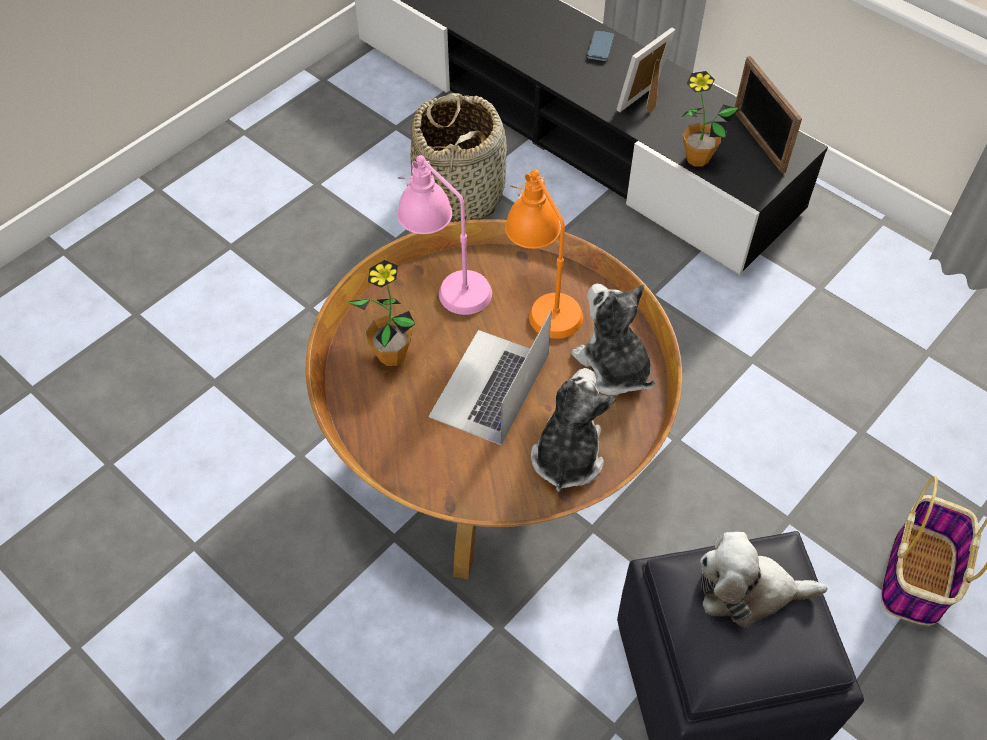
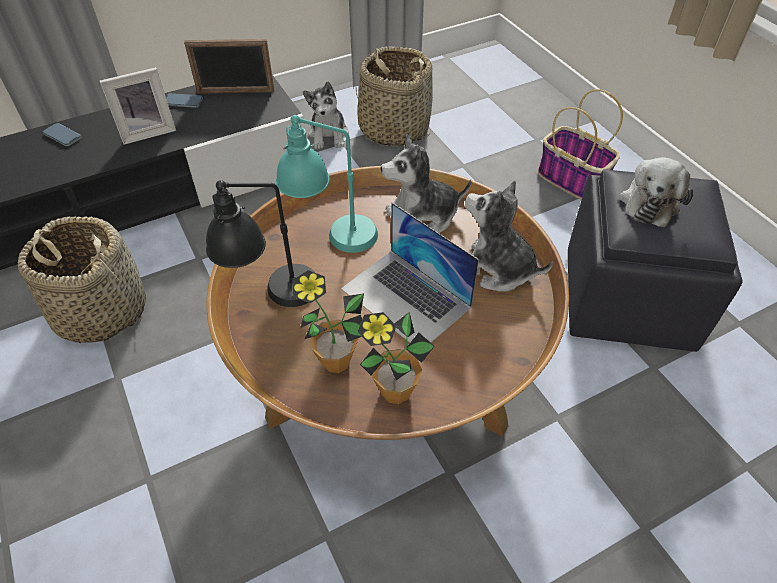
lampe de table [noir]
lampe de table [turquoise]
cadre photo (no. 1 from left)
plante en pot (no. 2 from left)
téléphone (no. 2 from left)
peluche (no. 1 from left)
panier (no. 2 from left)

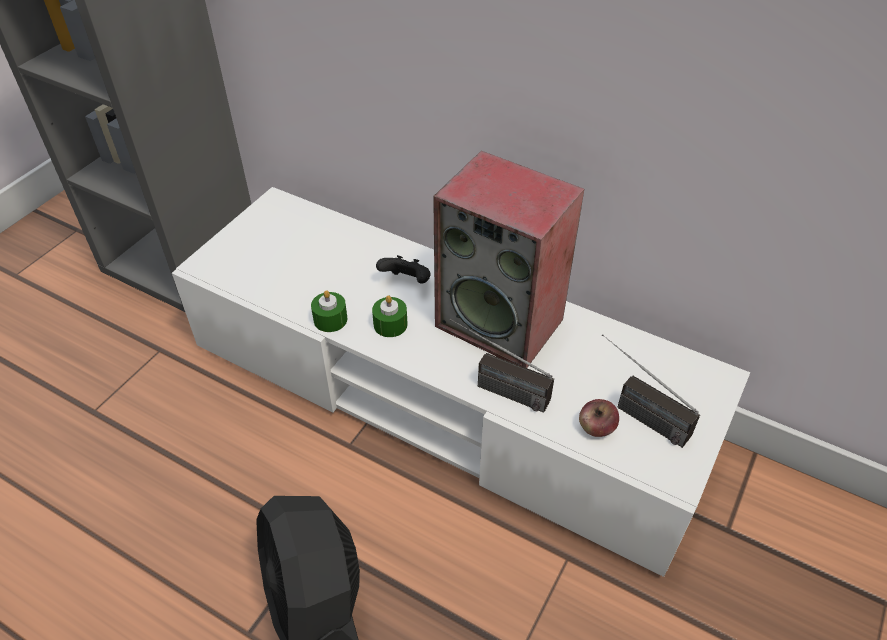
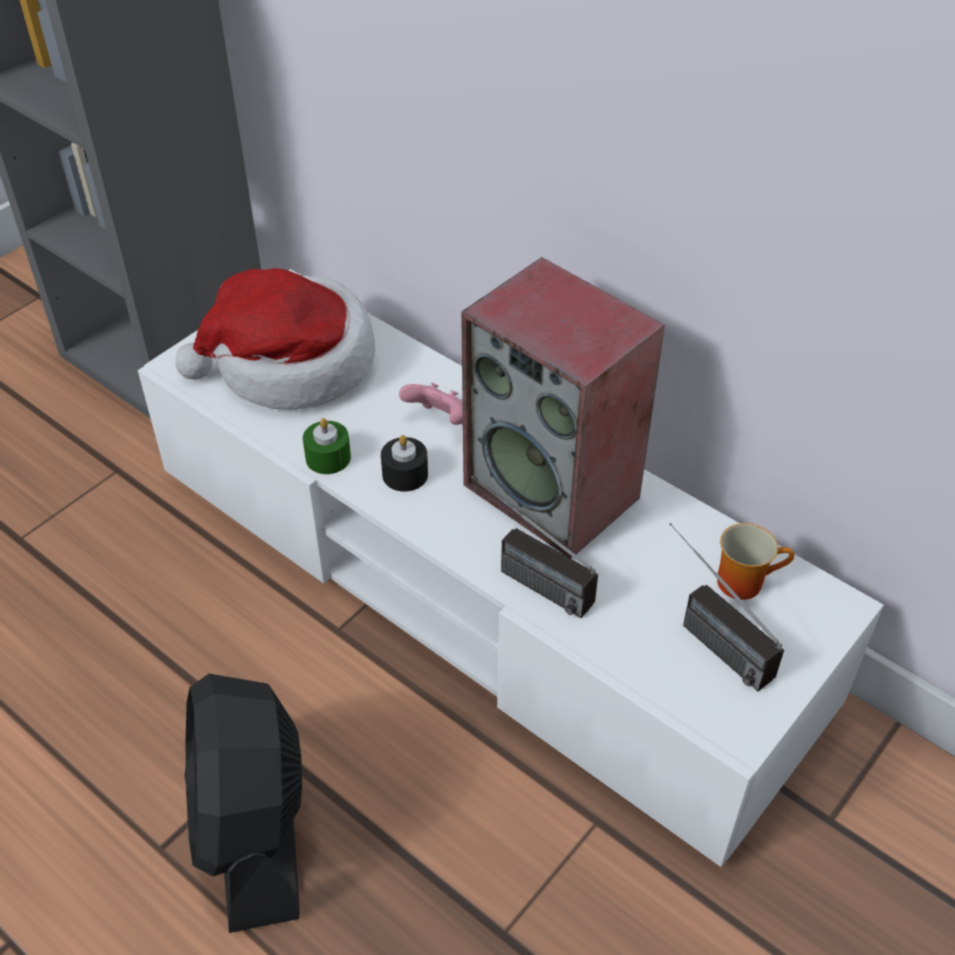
bougie [noir]
manette [rose]
pomme
chapeau
mug

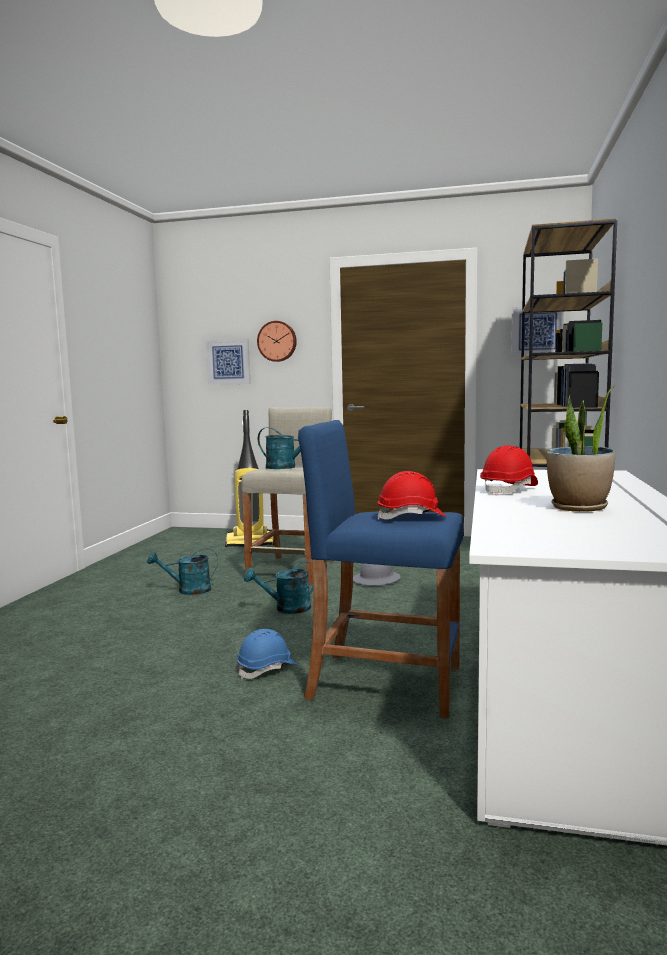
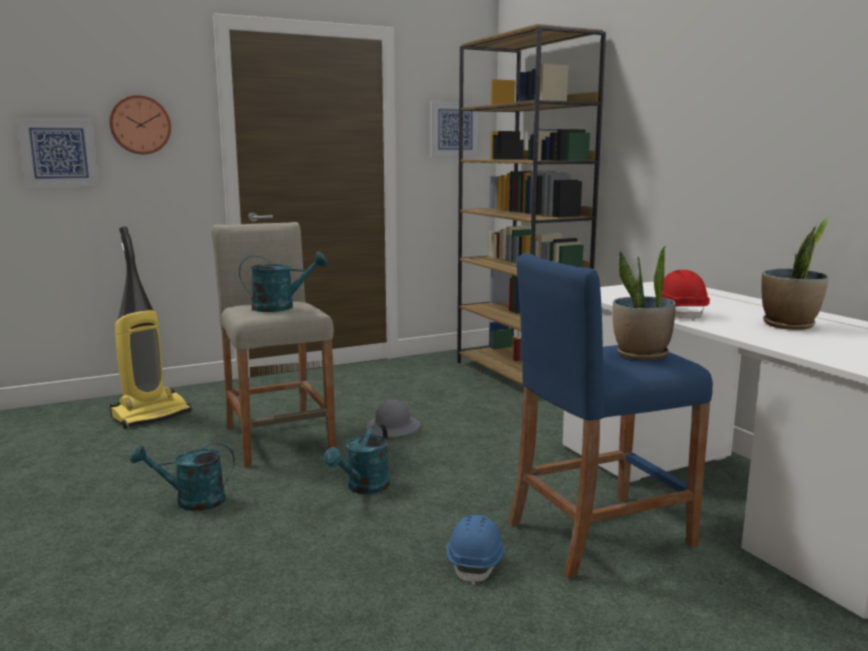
arrosoir [turquoise] (no. 1 from left)
plante en pot (no. 1 from left)

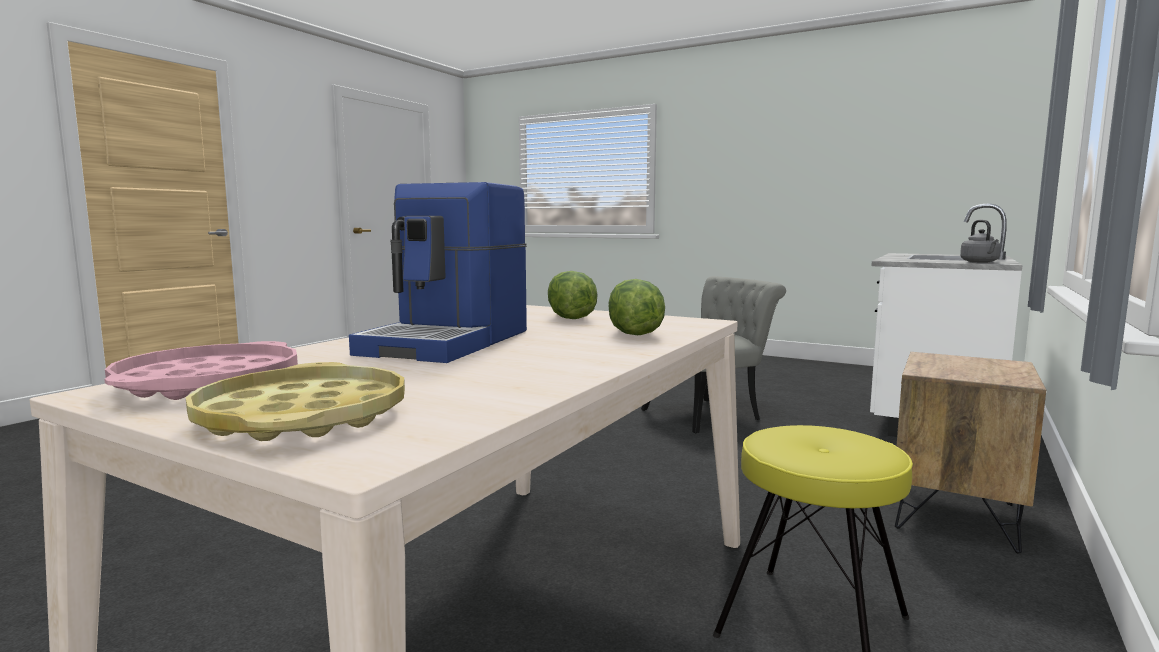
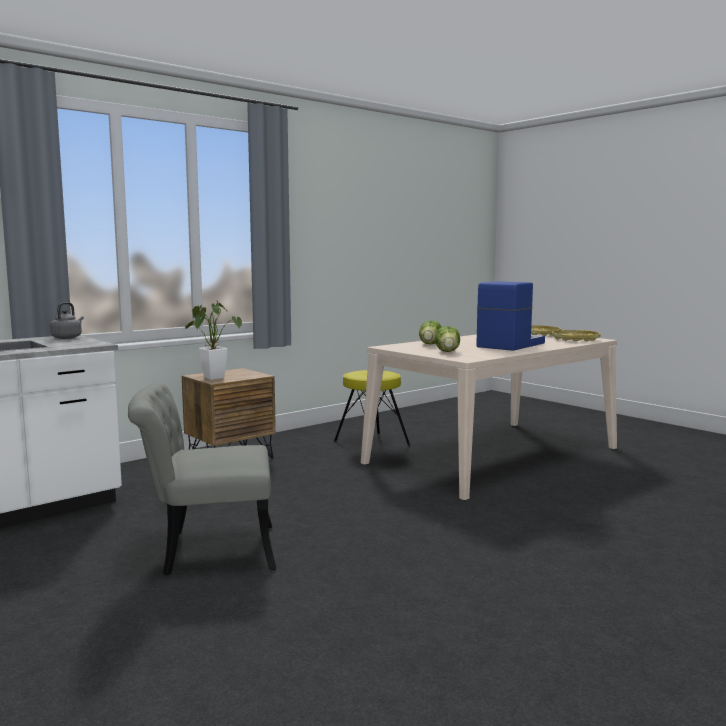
plateau [jaune] (no. 2 from left)
plante en pot

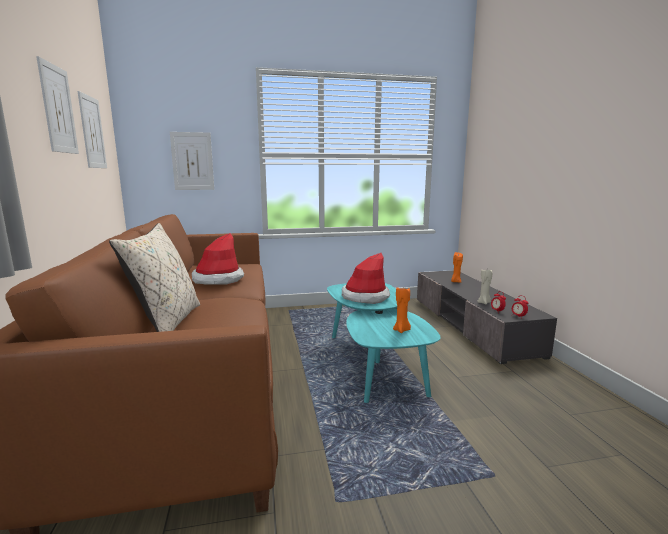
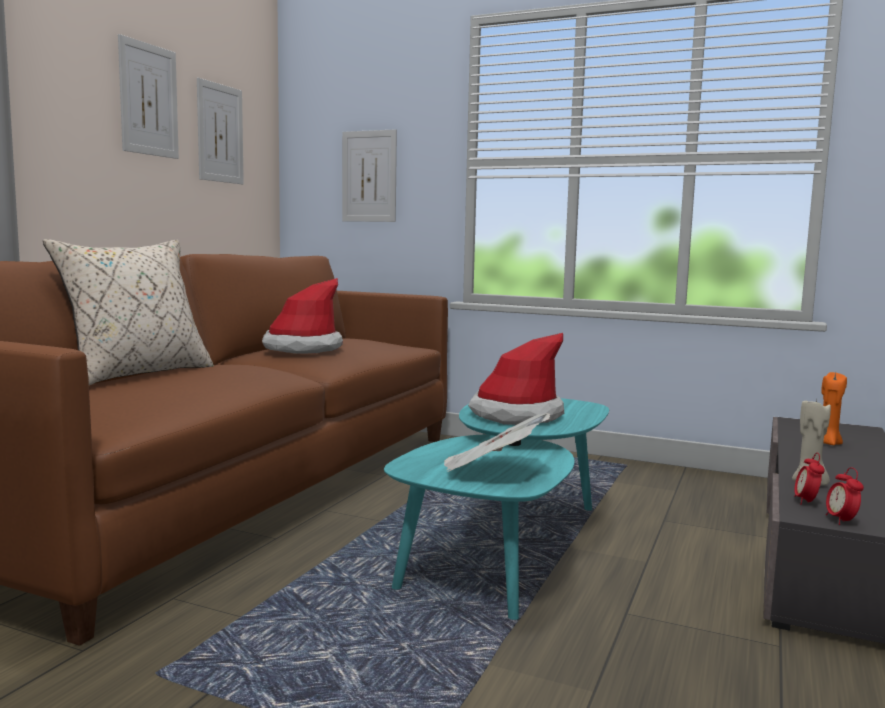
journal

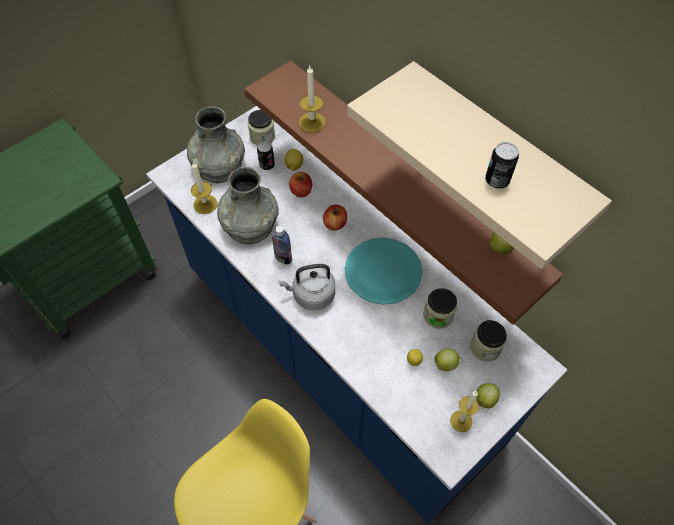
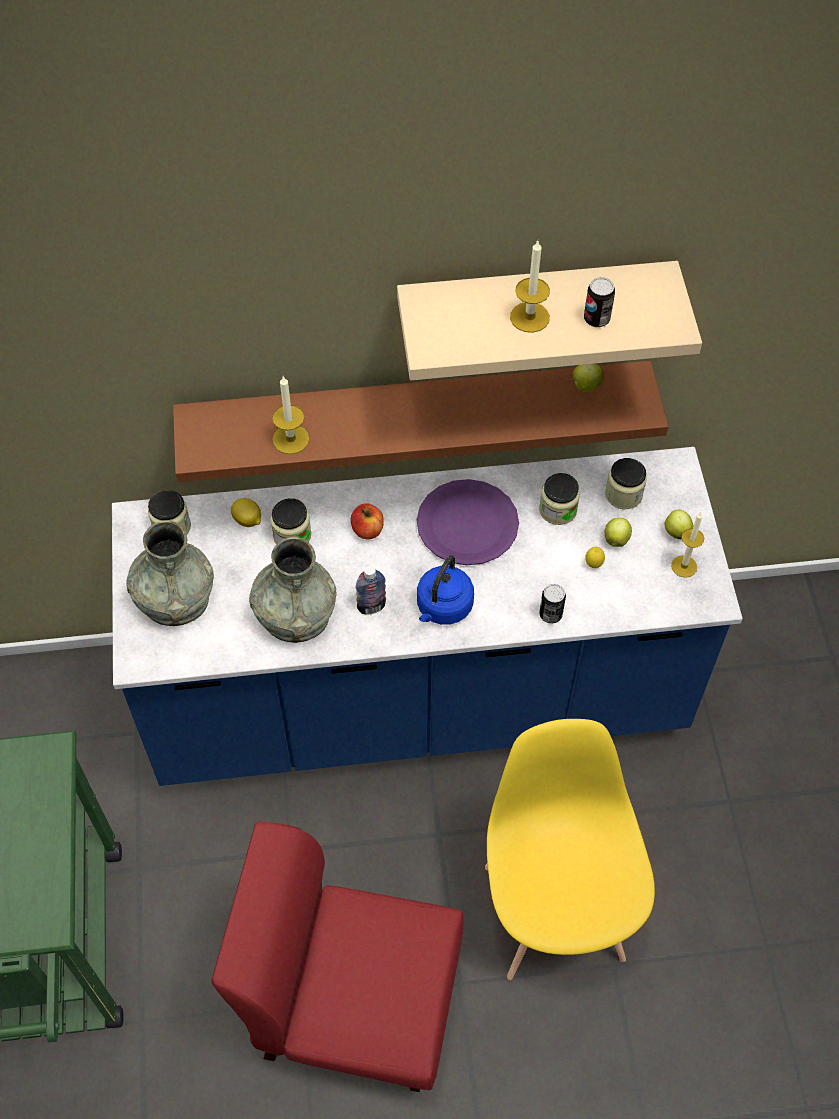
bougie (no. 2 from left)
boîte métallique (no. 1 from left)
bouilloire [bleu]
bocal (no. 2 from left)
assiette [violet]
chaise [rouge]

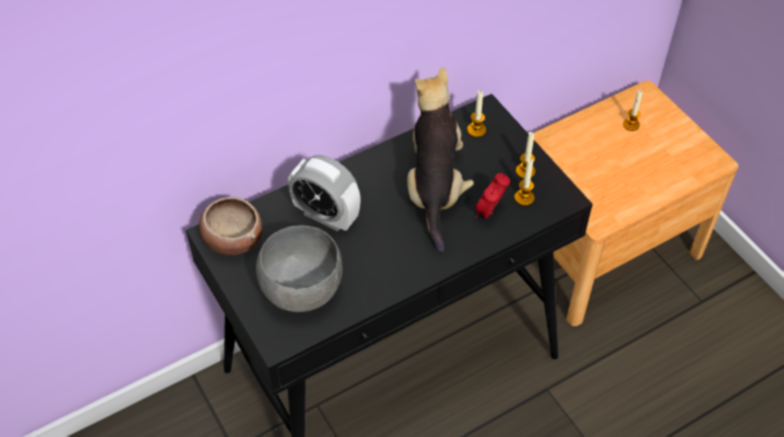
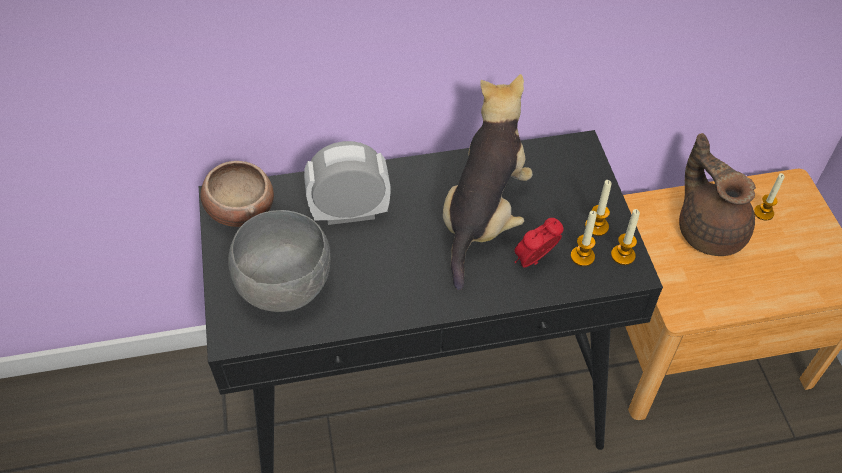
réveil (no. 1 from left)
bougie (no. 3 from left)
théière [marron]

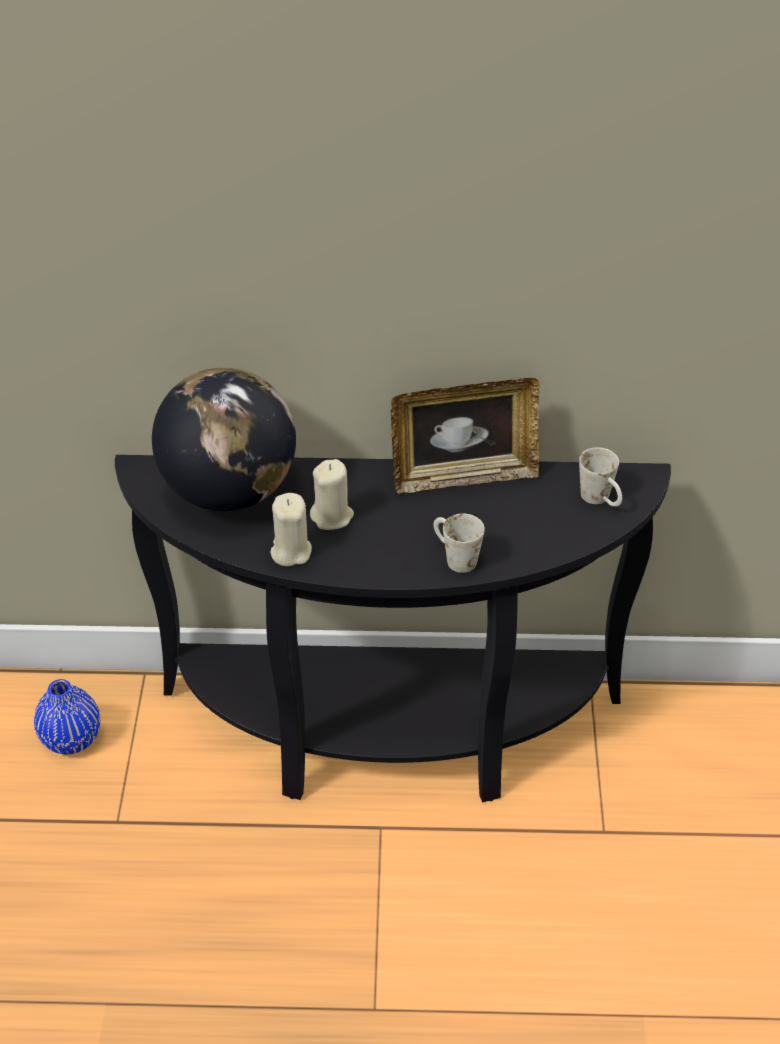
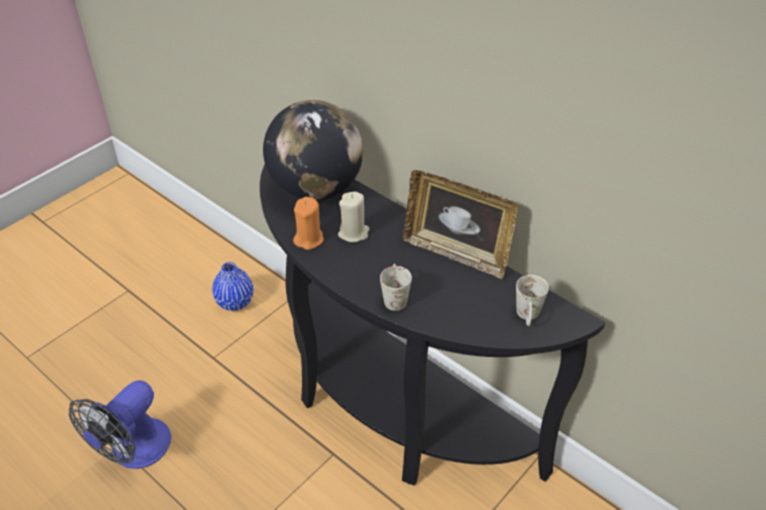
bougie [orange]
ventilateur

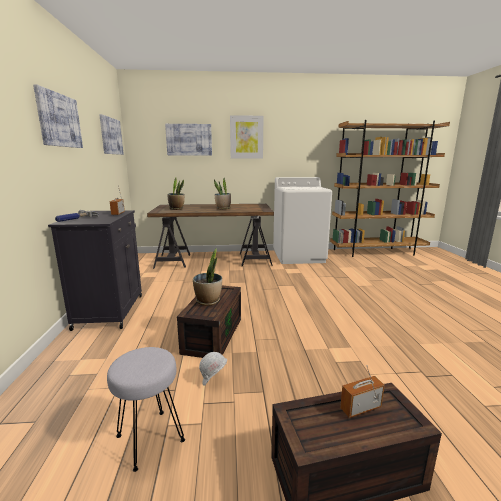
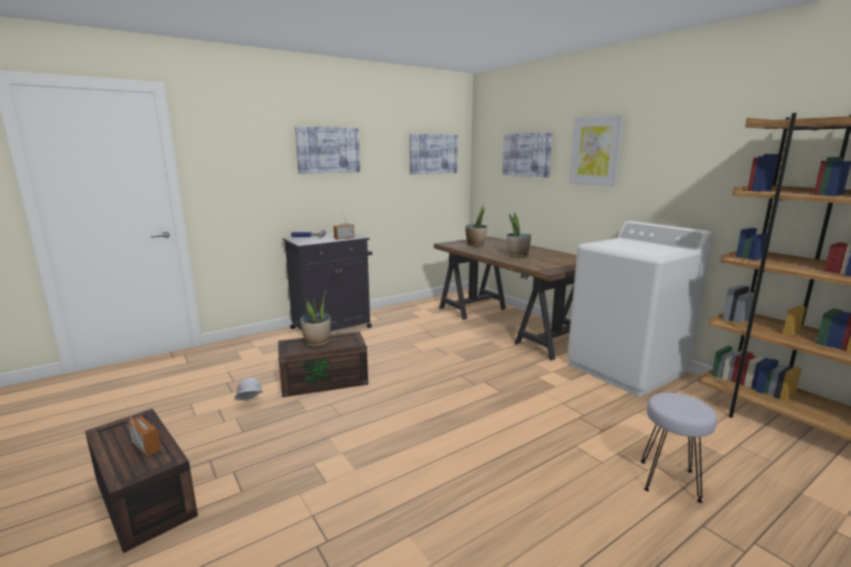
tabouret [gris]

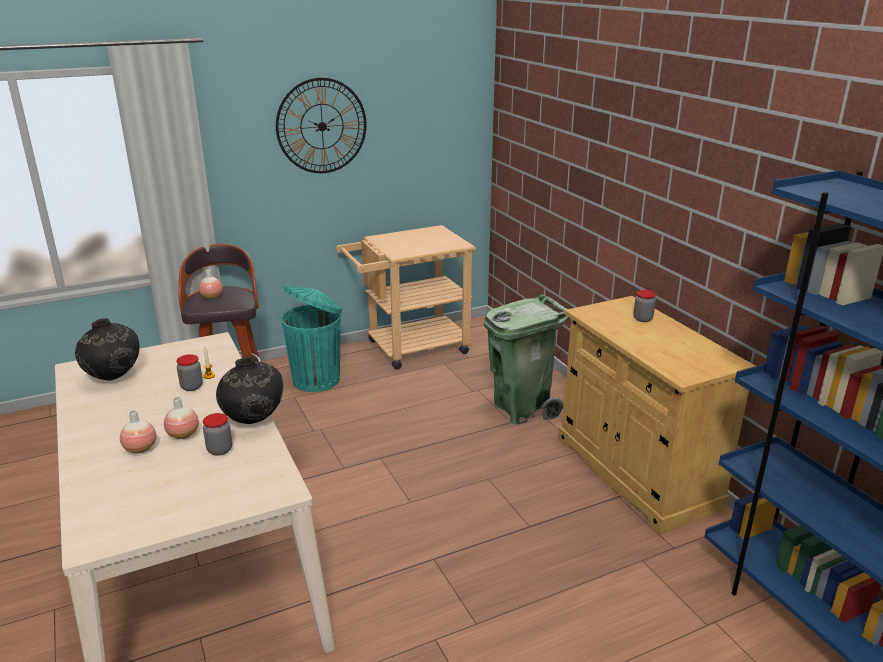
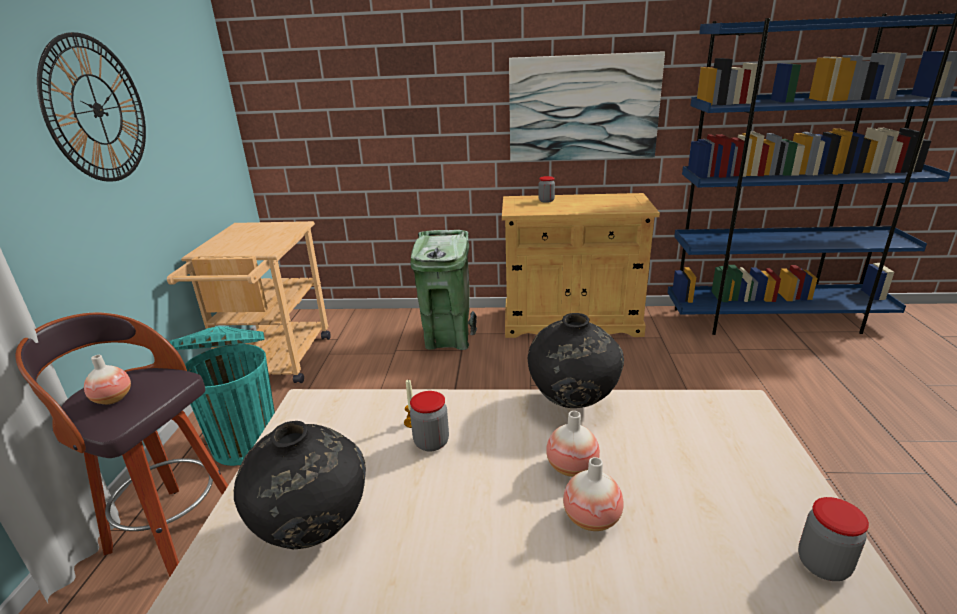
bocal (no. 3 from left)
tableau

